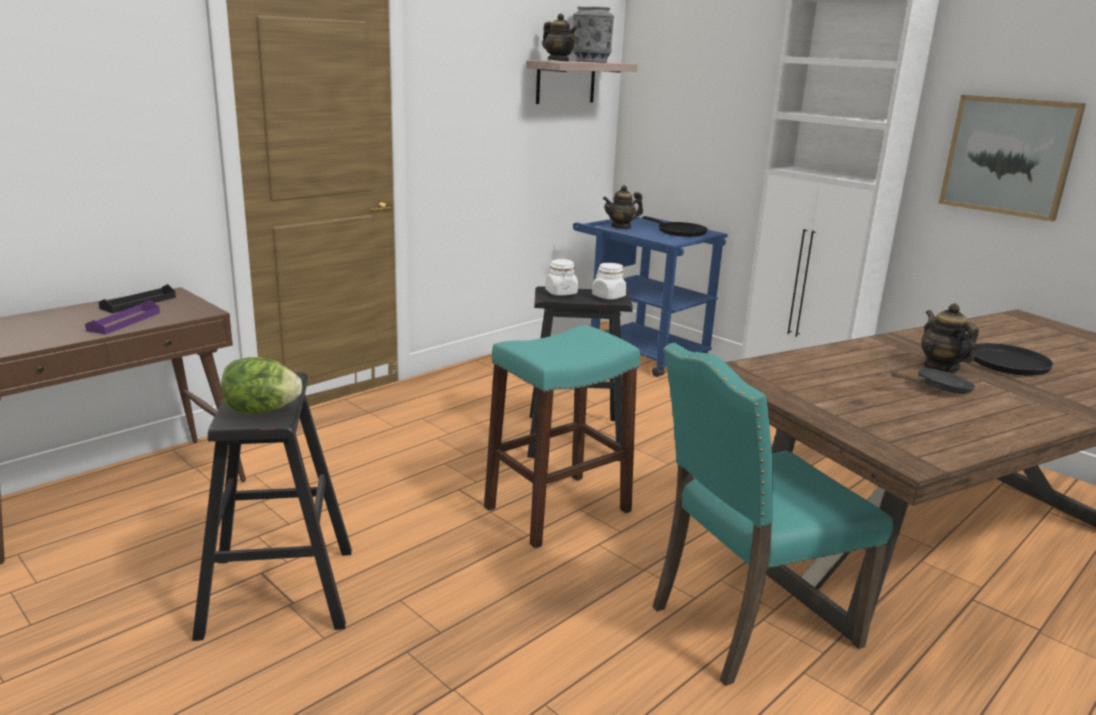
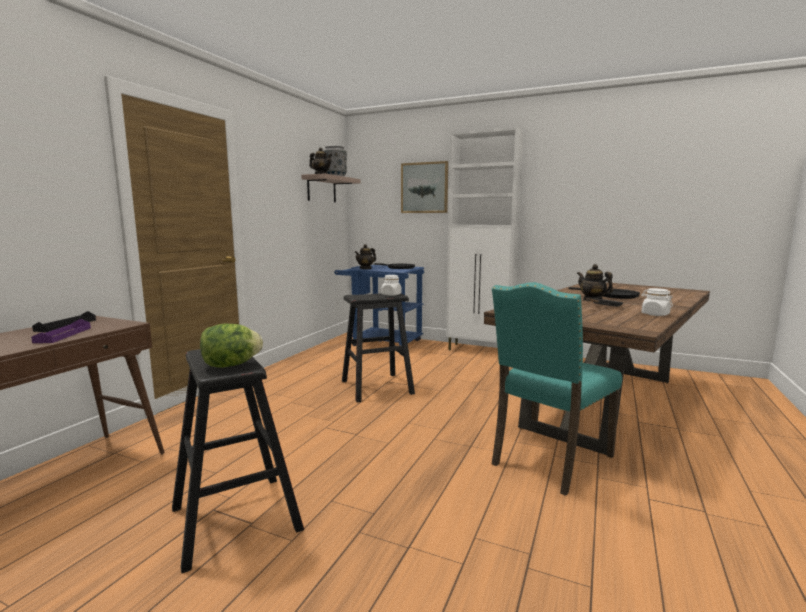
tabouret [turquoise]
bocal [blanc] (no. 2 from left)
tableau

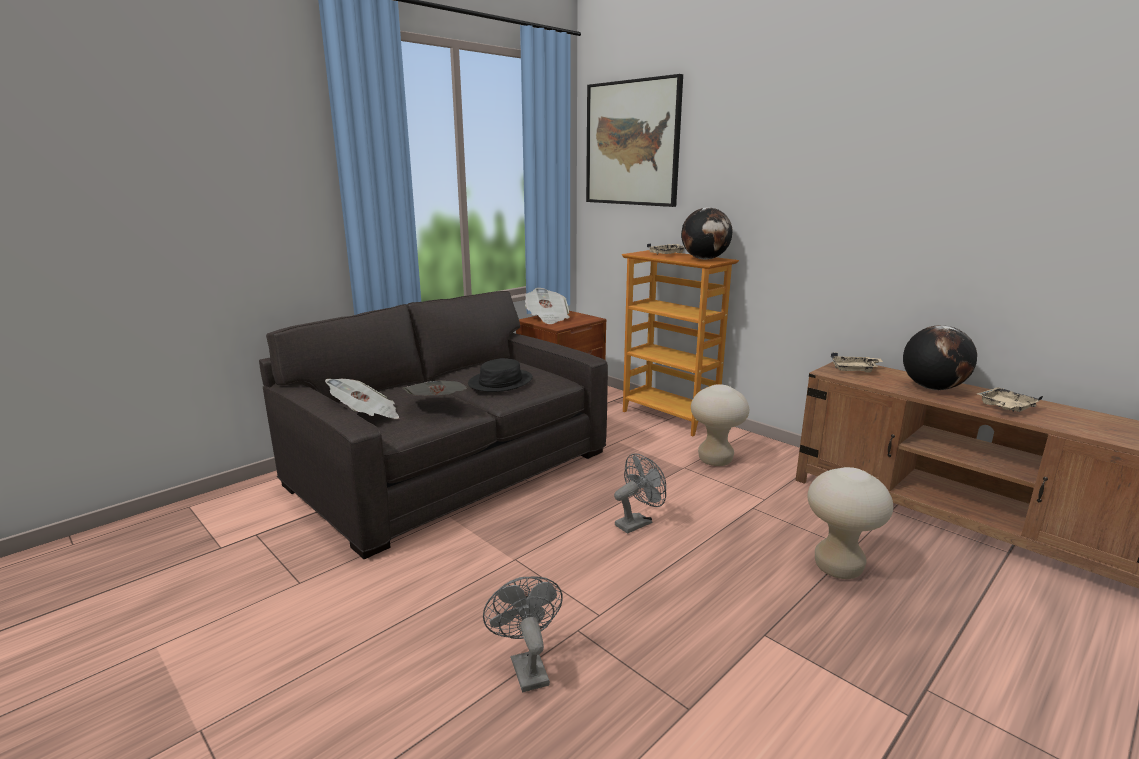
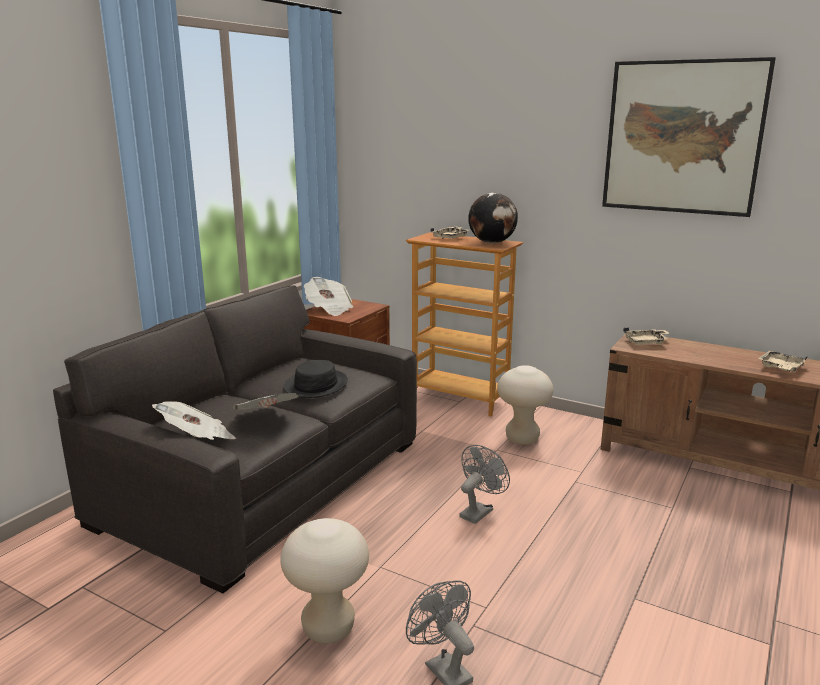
tableau
tabouret [beige] (no. 1 from left)
globe (no. 2 from left in the first image)

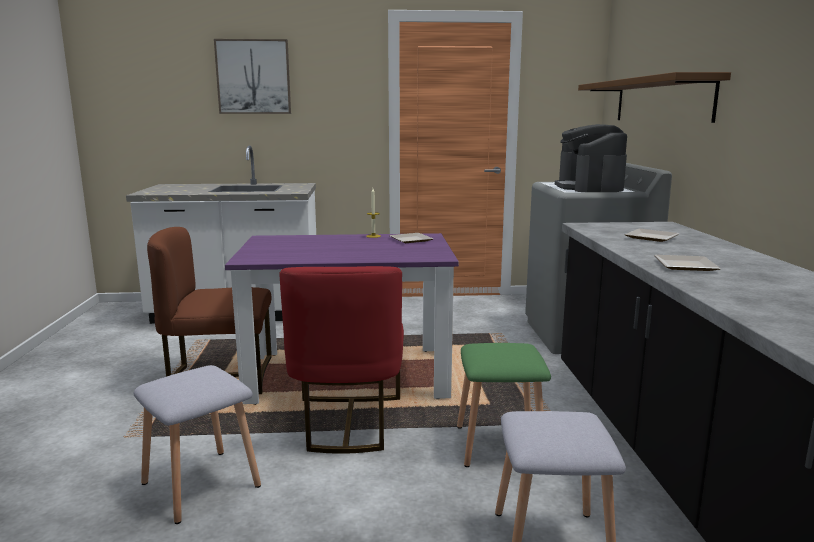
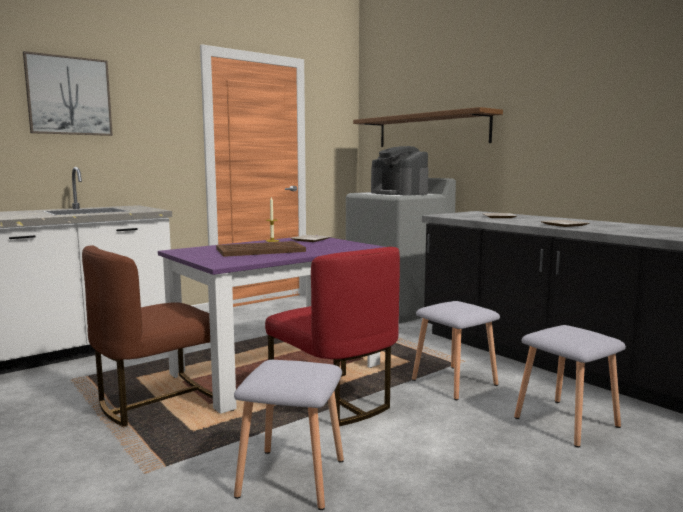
tabouret [gris] (no. 2 from left)
plateau [marron]

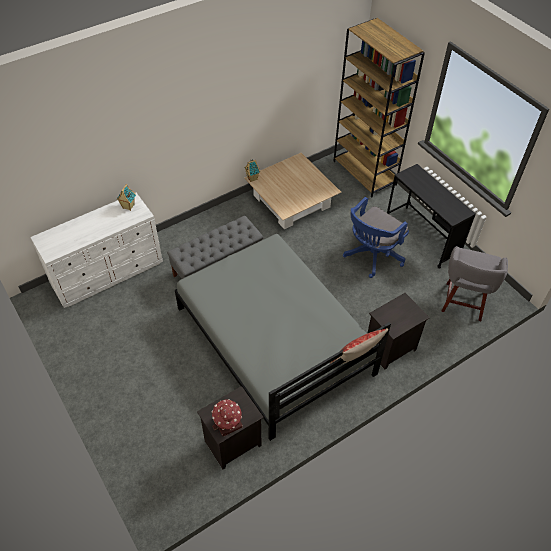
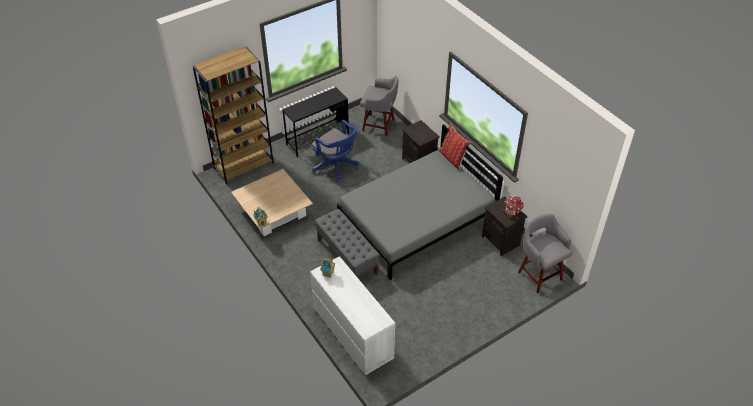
tabouret [gris] (no. 2 from left)

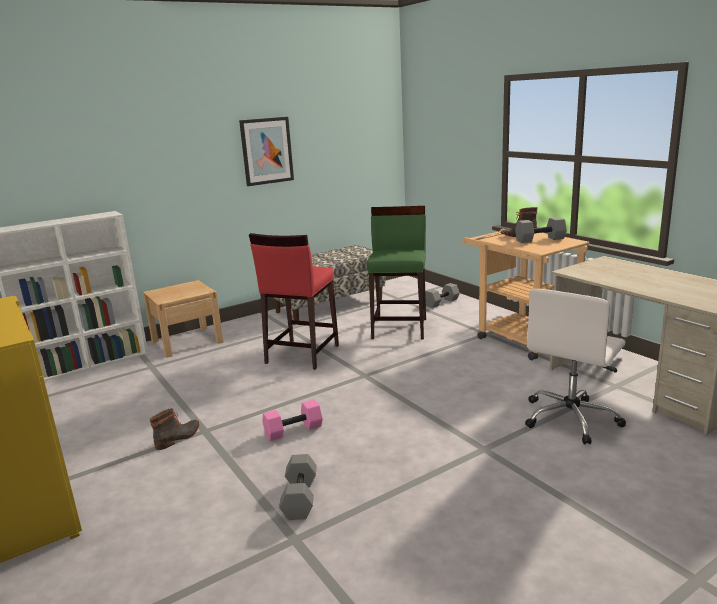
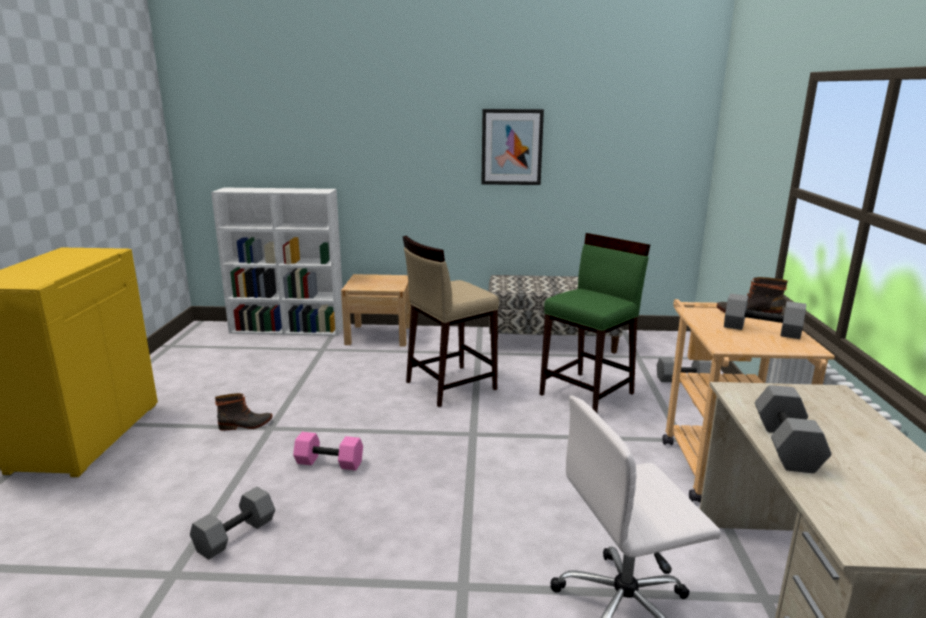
tabouret [beige]
haltère [gris] (no. 4 from left)

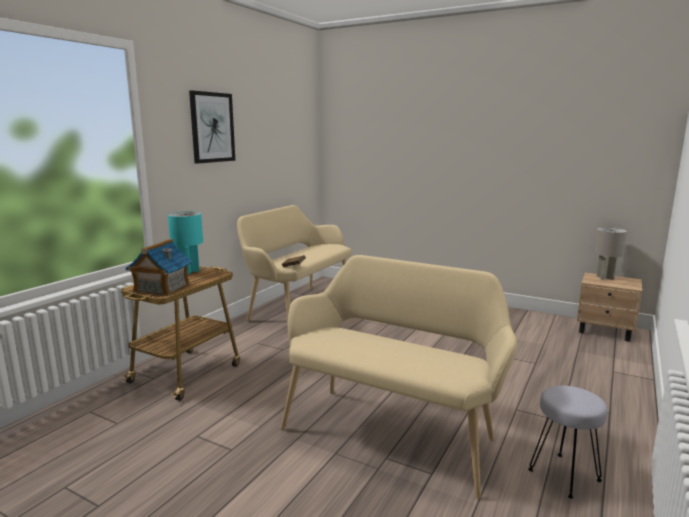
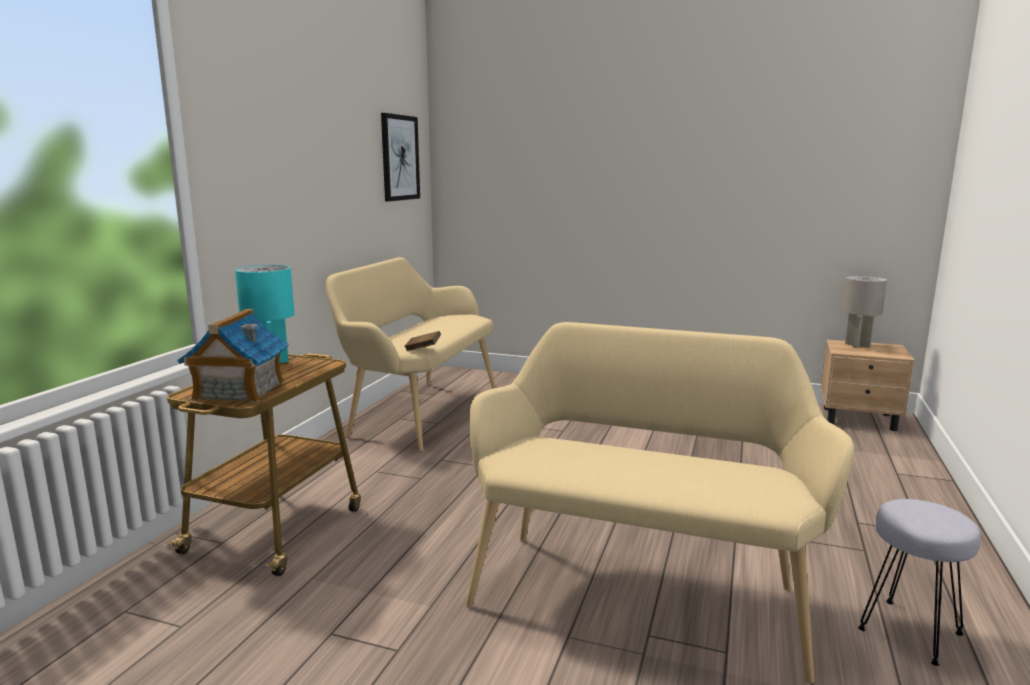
tableau

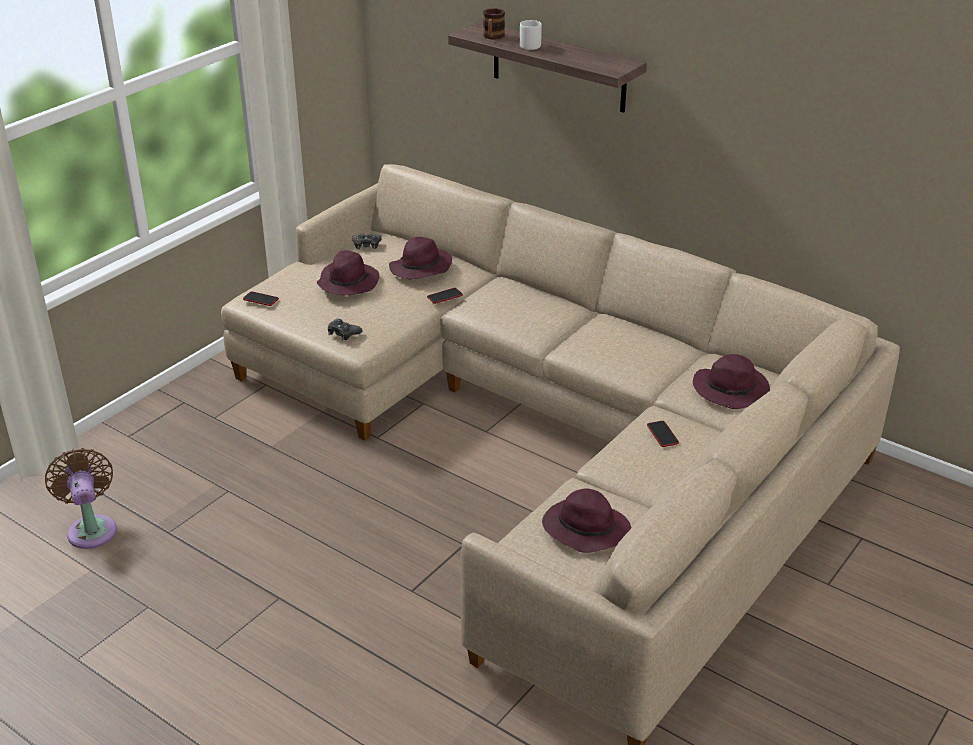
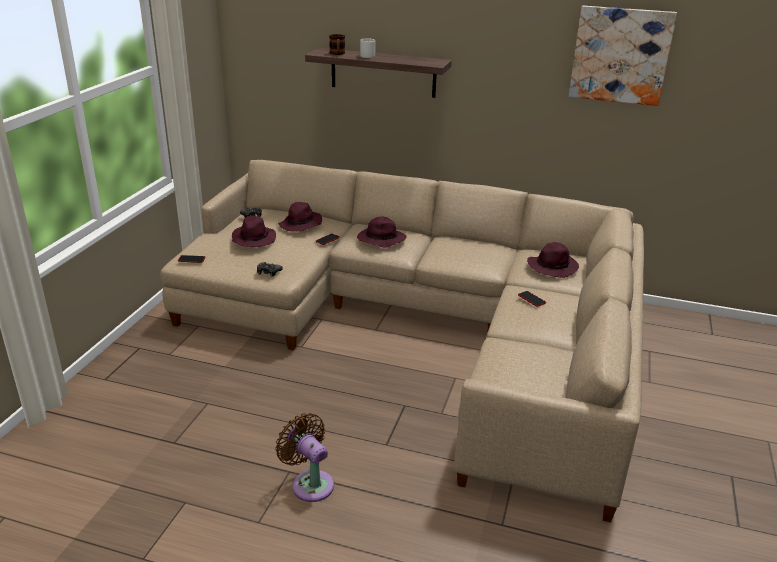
ventilateur [marron]
chapeau [violet] (no. 3 from left)
tableau

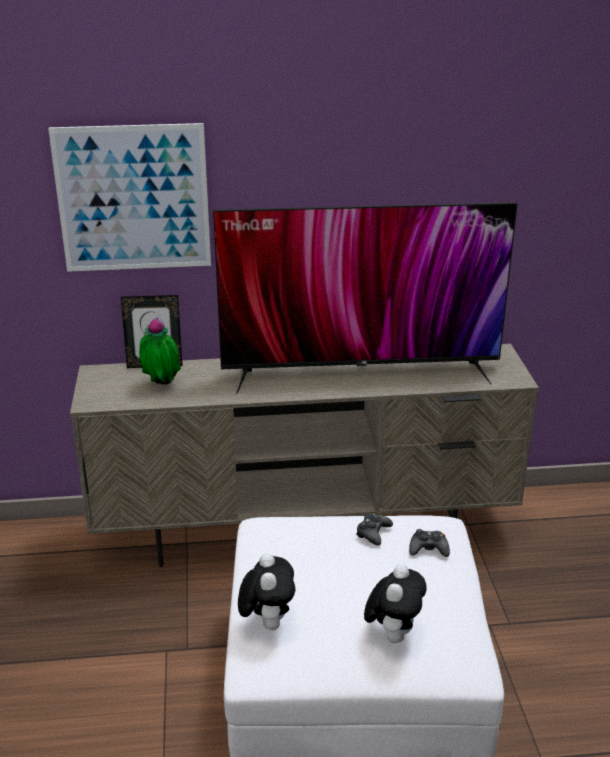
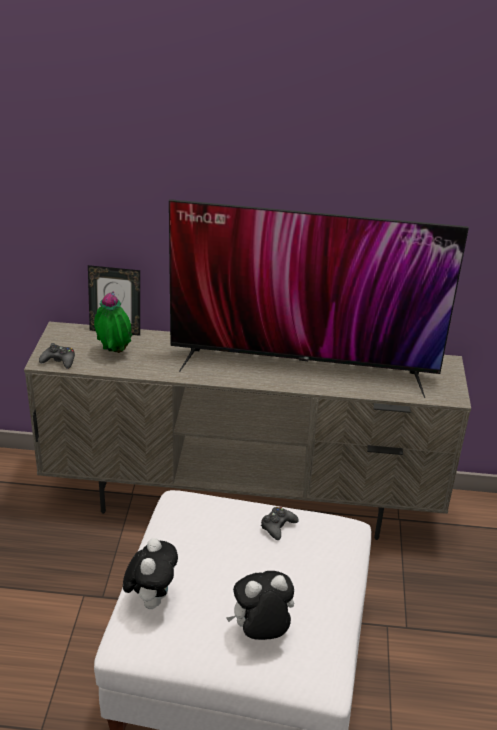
tableau
peluche (no. 2 from left)
manette [noir] (no. 1 from left)

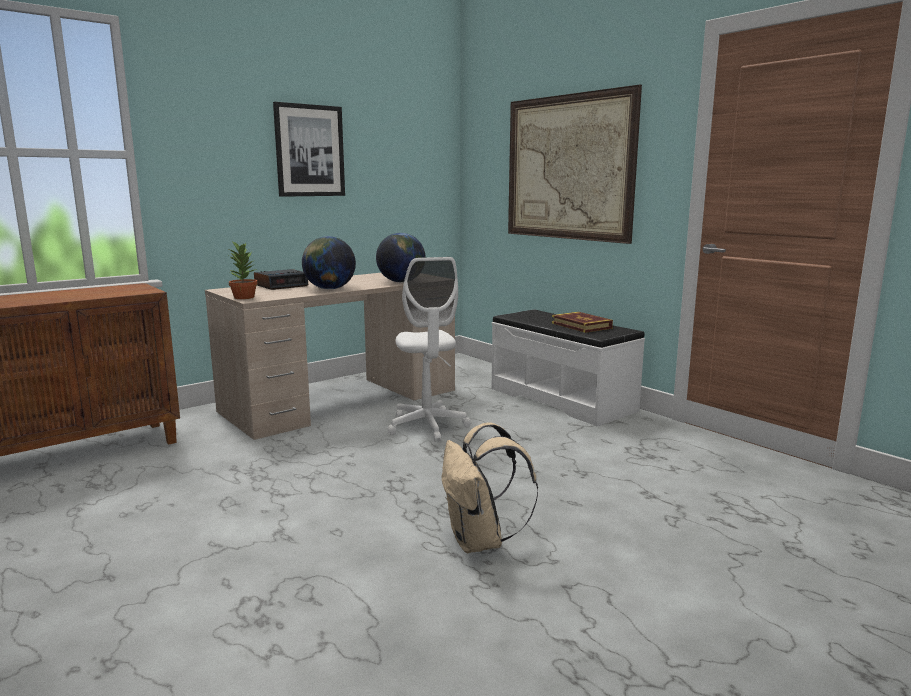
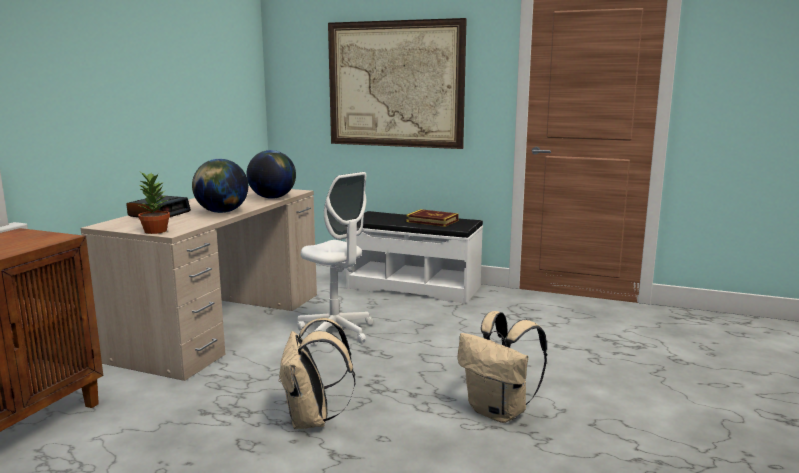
tableau (no. 1 from left in the first image)
sac à dos [beige] (no. 1 from left)

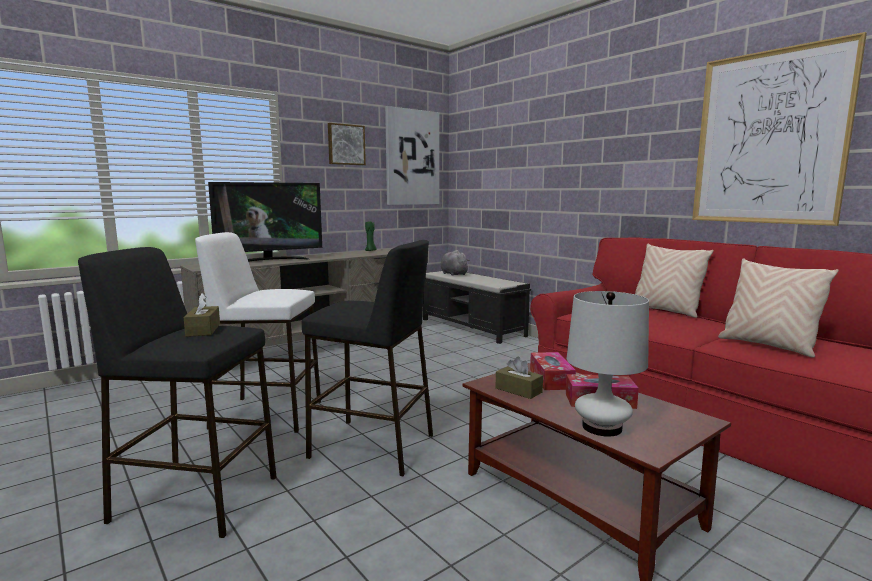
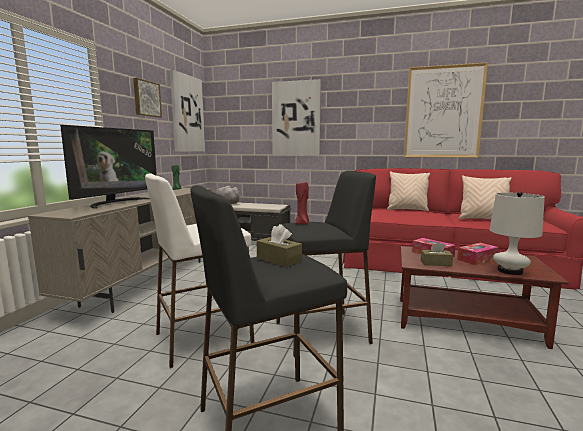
tableau (no. 3 from left)
bougie [rouge]

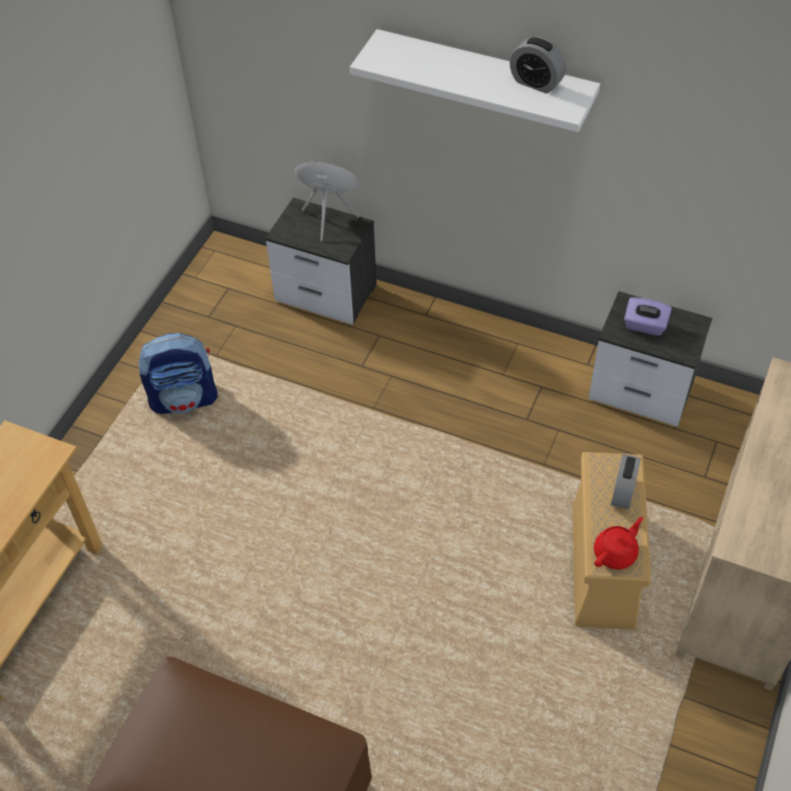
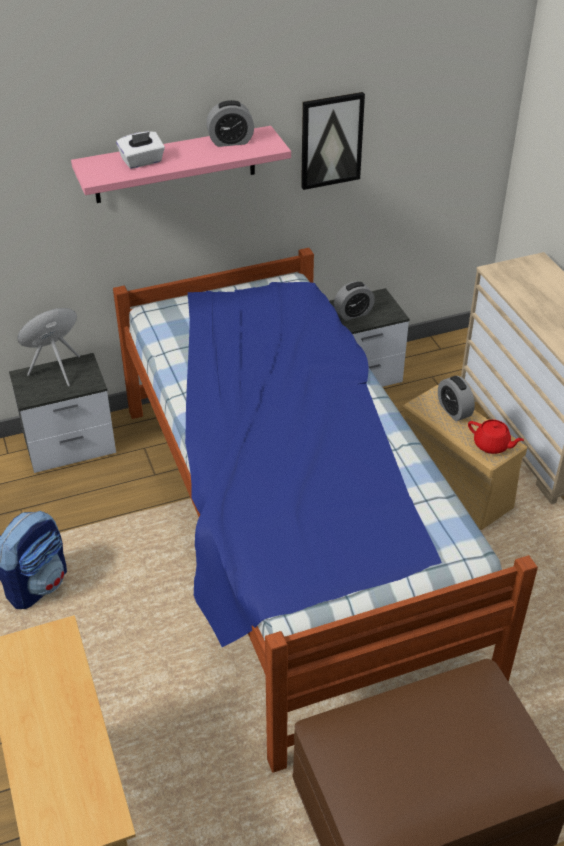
étagère [rose]
théière [rouge]
réveil (no. 2 from left)
lit
boîte à mouchoirs [blanc]
tableau

